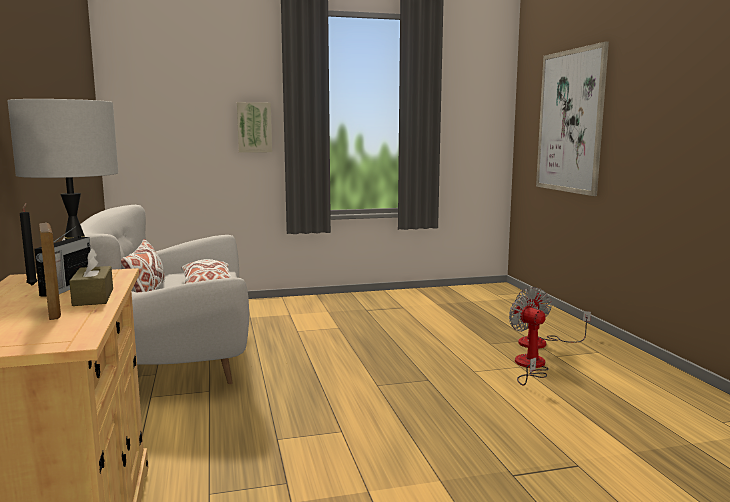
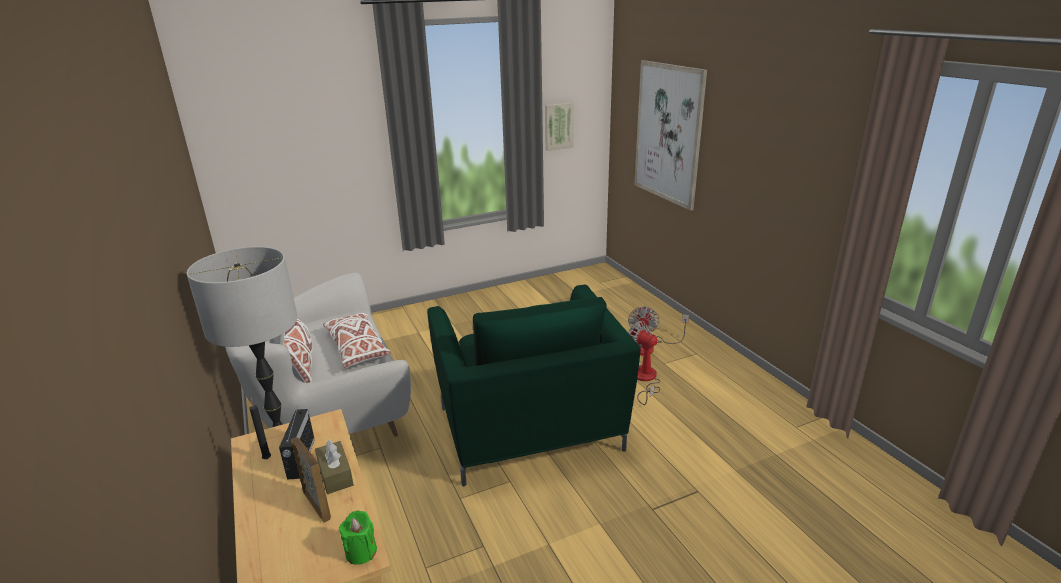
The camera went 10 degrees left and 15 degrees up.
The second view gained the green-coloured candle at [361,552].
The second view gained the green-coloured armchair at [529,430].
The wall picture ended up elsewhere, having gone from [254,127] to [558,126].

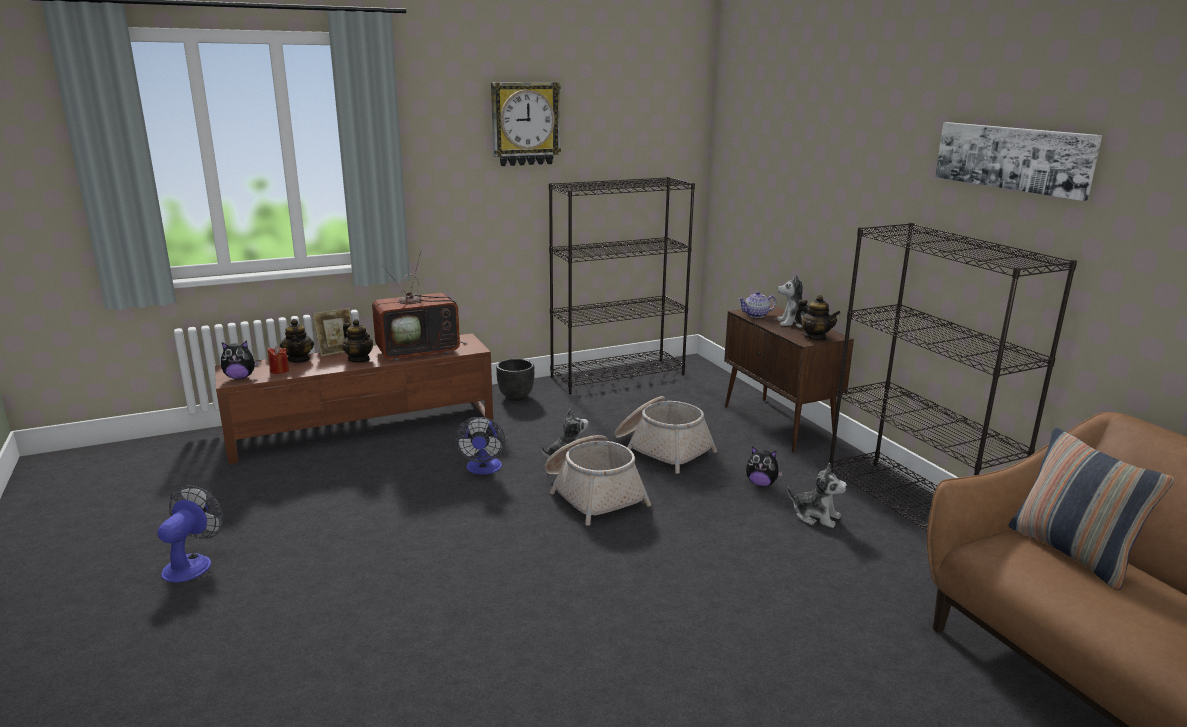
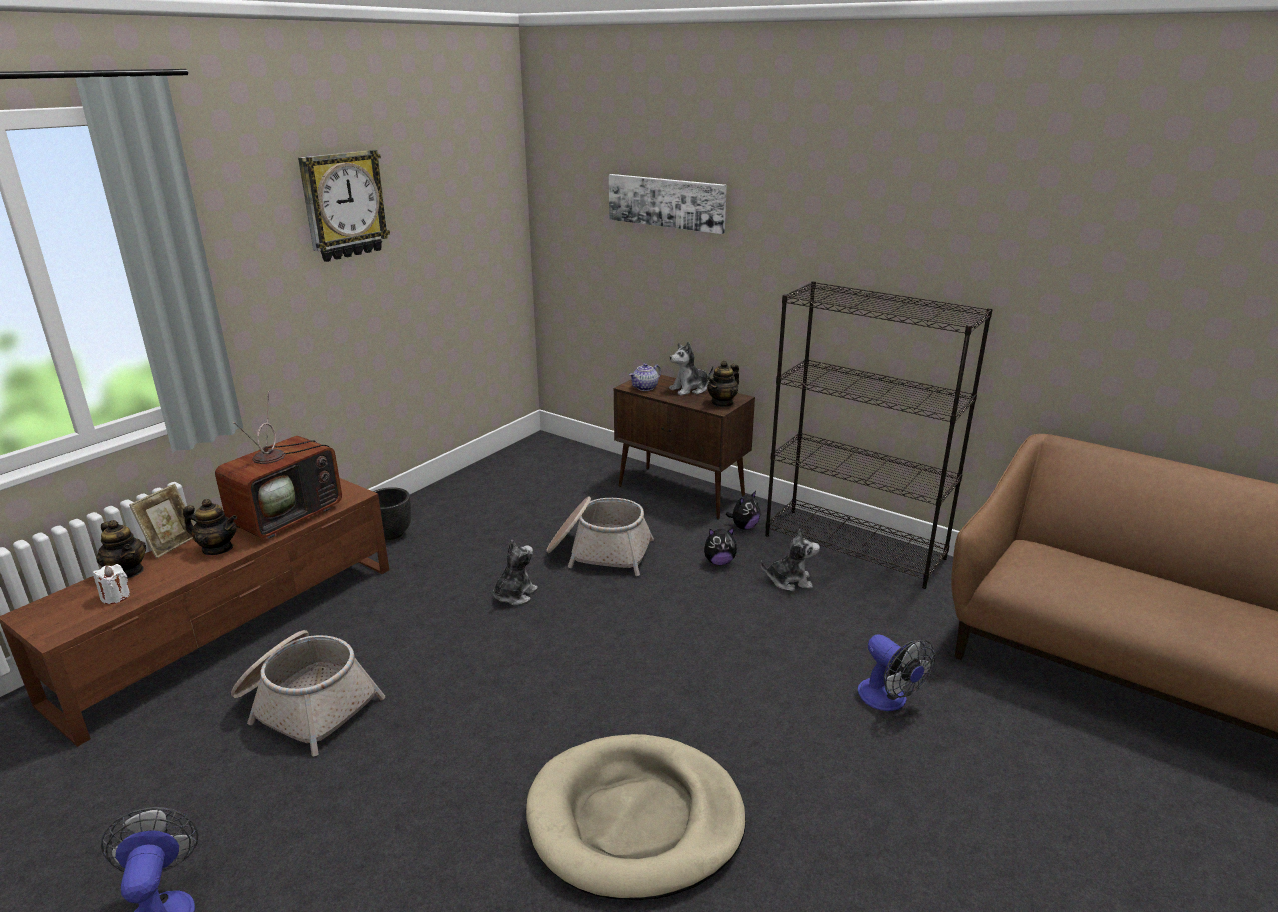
The camera went 30 degrees left and 5 degrees up.
What was the red-coloured candle at [279,371] turned into the white-coloured candle at [116,597].
The storage basket ended up elsewhere, having gone from [592,493] to [306,705].
The second view gained the sand-coloured dog bed at [635,820].
The wall picture ended up elsewhere, having gone from [1013,158] to [666,202].
The pot for tea at [815,337] ended up facing another way, 120 degrees clockwise from before.
The soft toy ended up elsewhere, having gone from [240,377] to [744,527].
The cooling fan ended up elsewhere, having gone from [483,469] to [888,700].
The second view lost the blackish bookshelf at [618,375].
The second view lost the cushion at [1072,553].

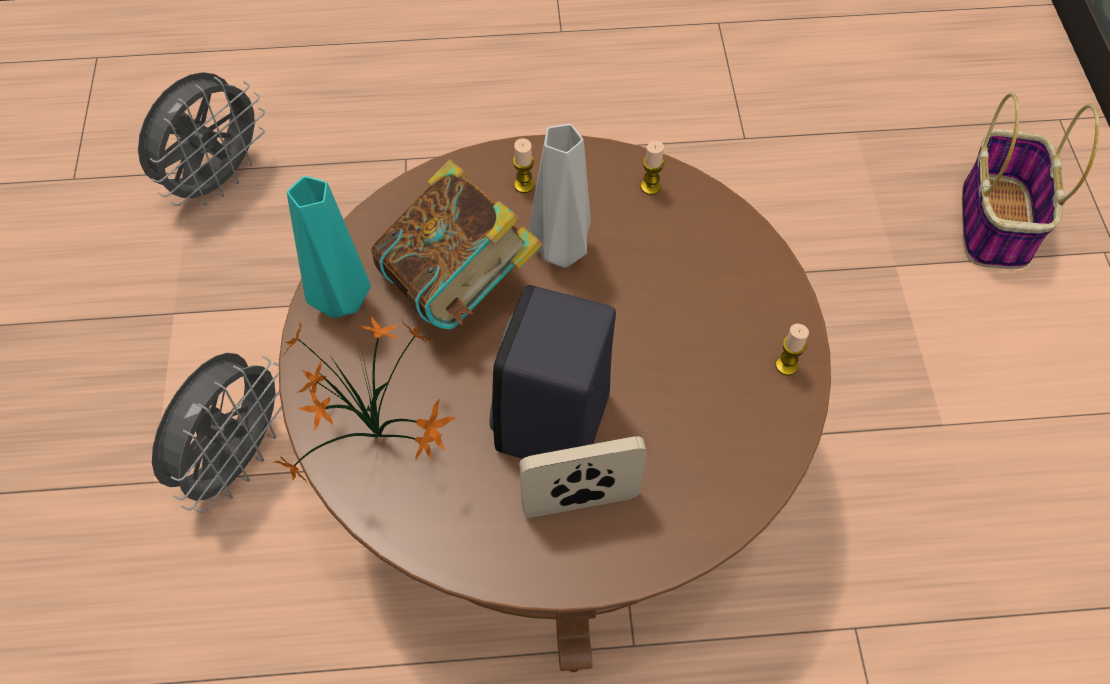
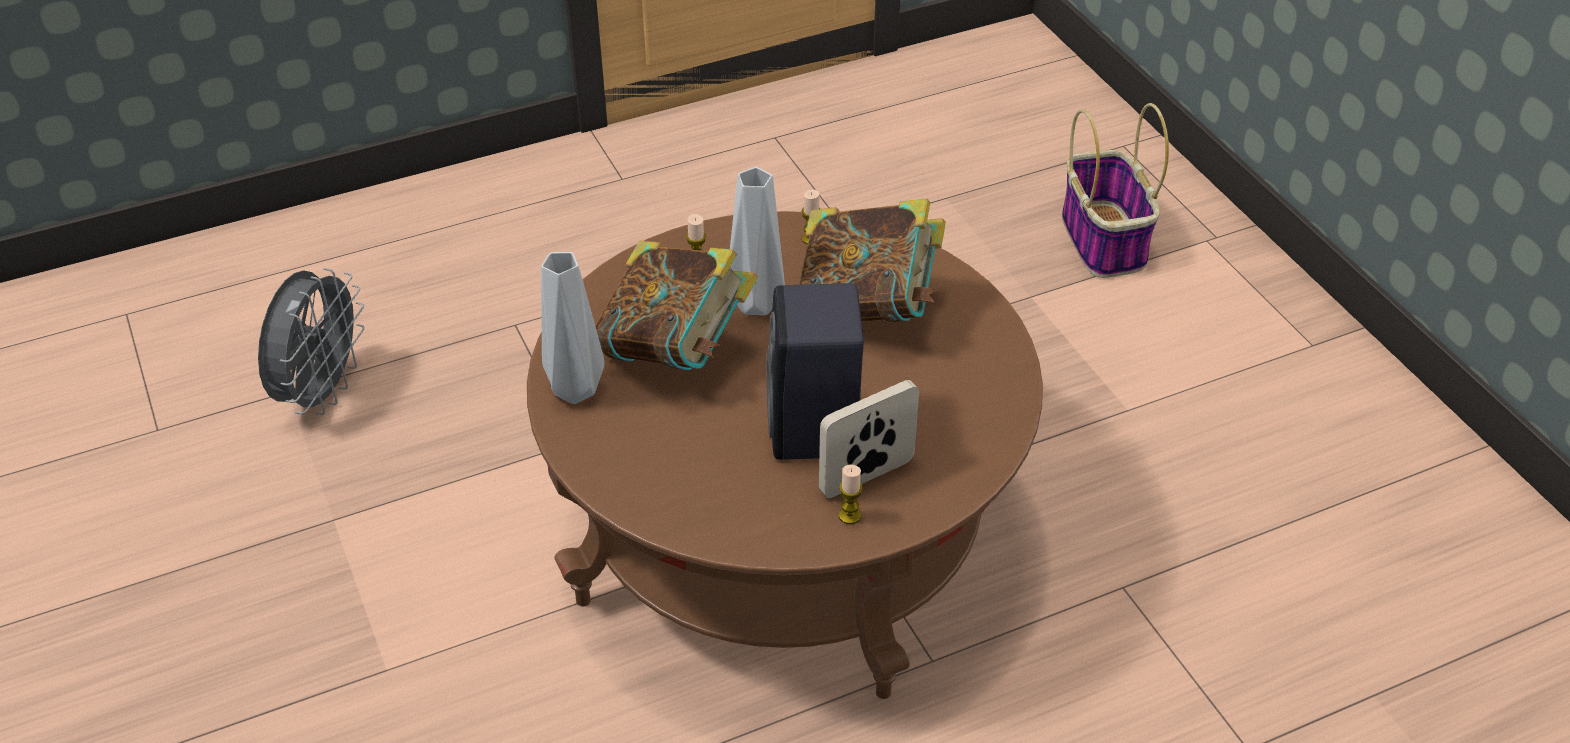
The camera went 20 degrees left and 15 degrees down.
What was the turquoise-coloured decorative vase at [342,299] turned into the grey decorative vase at [575,388].
The second view gained the bound book at [868,308].
The candle ended up elsewhere, having gone from [786,365] to [849,515].
The second view lost the grey cooling fan at [237,461].
The second view lost the potted plant at [382,441].

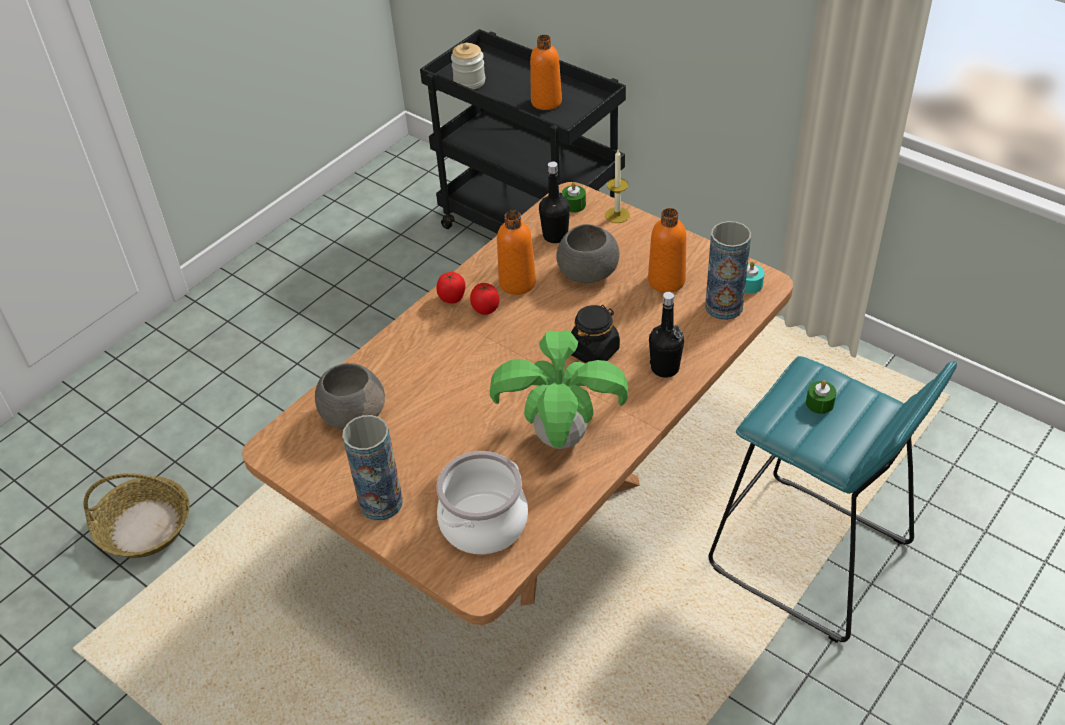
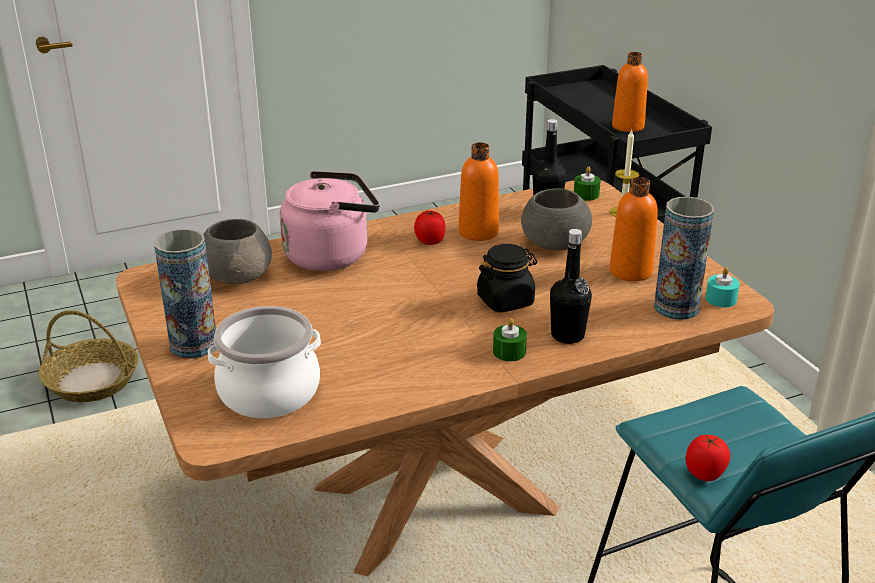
The camera went 25 degrees right and 15 degrees down.
The second view gained the pink-coloured tea kettle at [331,255].
The green-coloured candle ended up elsewhere, having gone from [819,403] to [509,352].
The tomato ended up elsewhere, having gone from [452,298] to [705,474].
The second view lost the preserve jar at [469,82].
The second view lost the potted plant at [561,438].

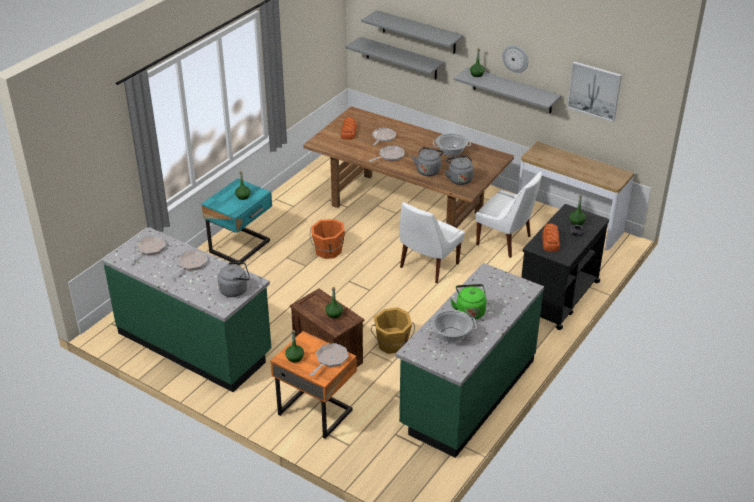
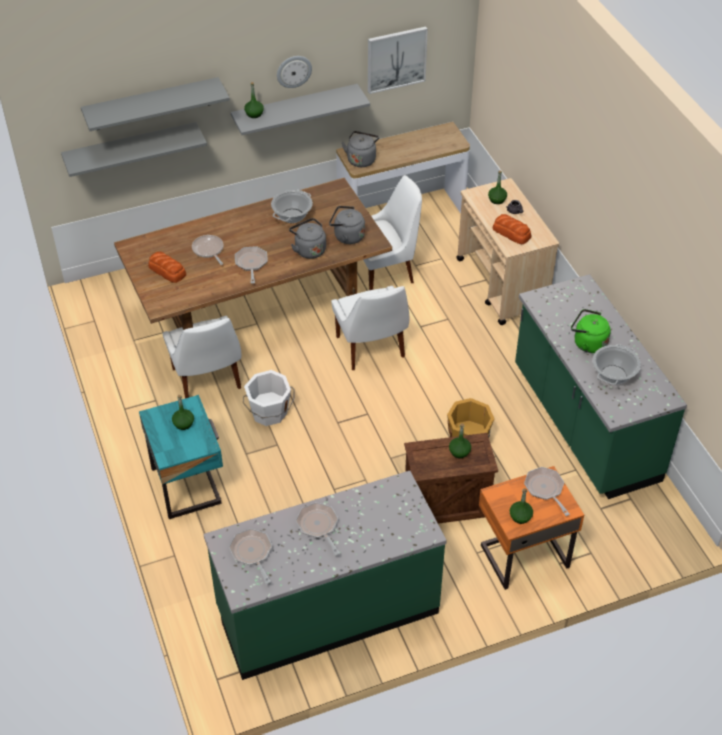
The camera went 55 degrees left and 10 degrees up.
The second view gained the white-coloured plain chair at [207,380].
What was the orangey bucket at [328,251] turned into the white-coloured bucket at [269,413].
The grey tea kettle ended up elsewhere, having gone from [235,289] to [361,159].
What was the blackish wheeled cart at [558,297] turned into the sand-coloured wheeled cart at [502,285].

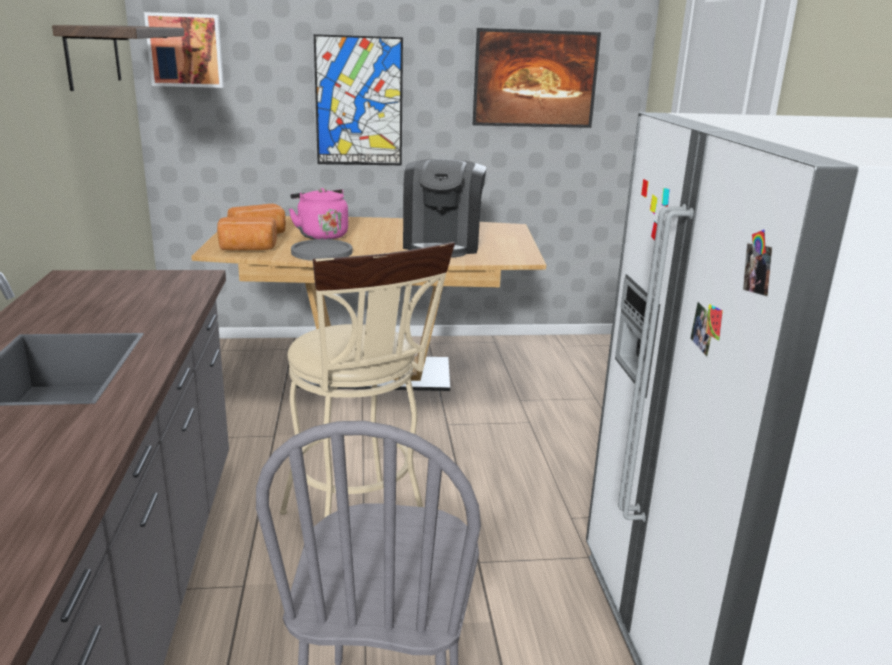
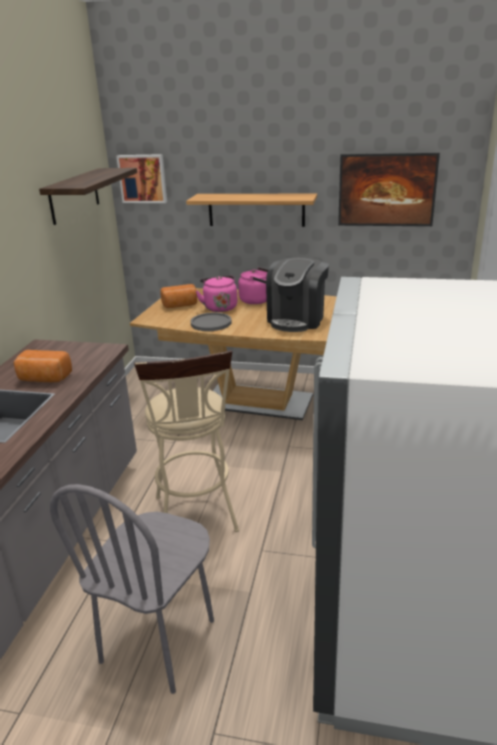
The camera went 20 degrees right and 5 degrees up.
The bread ended up elsewhere, having gone from [247,249] to [44,379].
Where the wall picture hung at [359,102], the bracket shelf came to hang at [256,210].
The second view gained the pink-coloured tea kettle at [258,300].

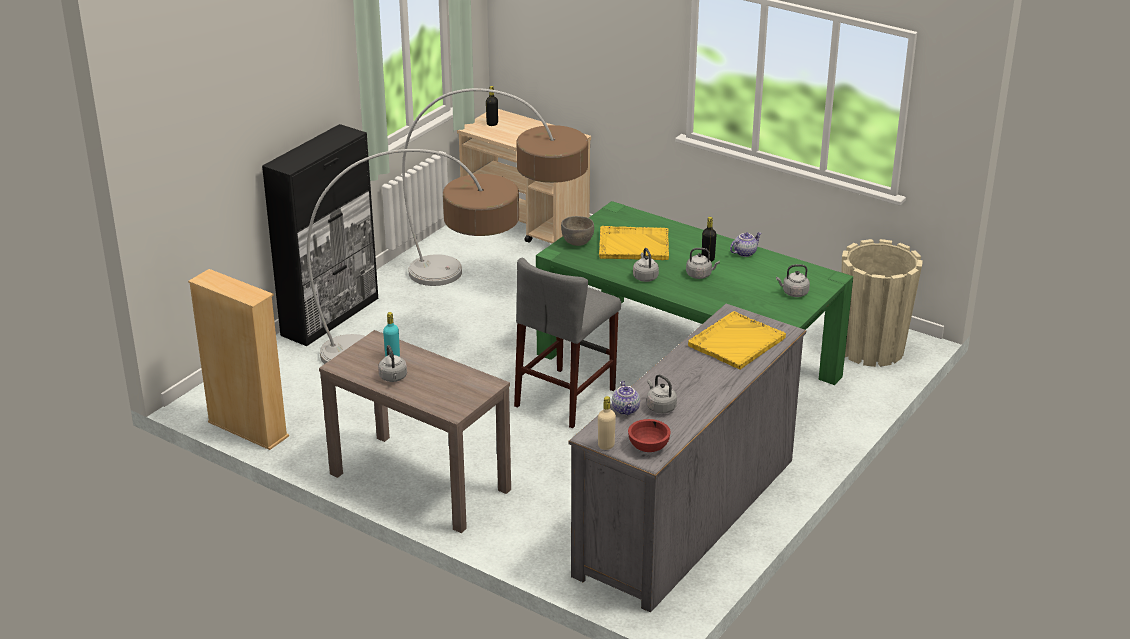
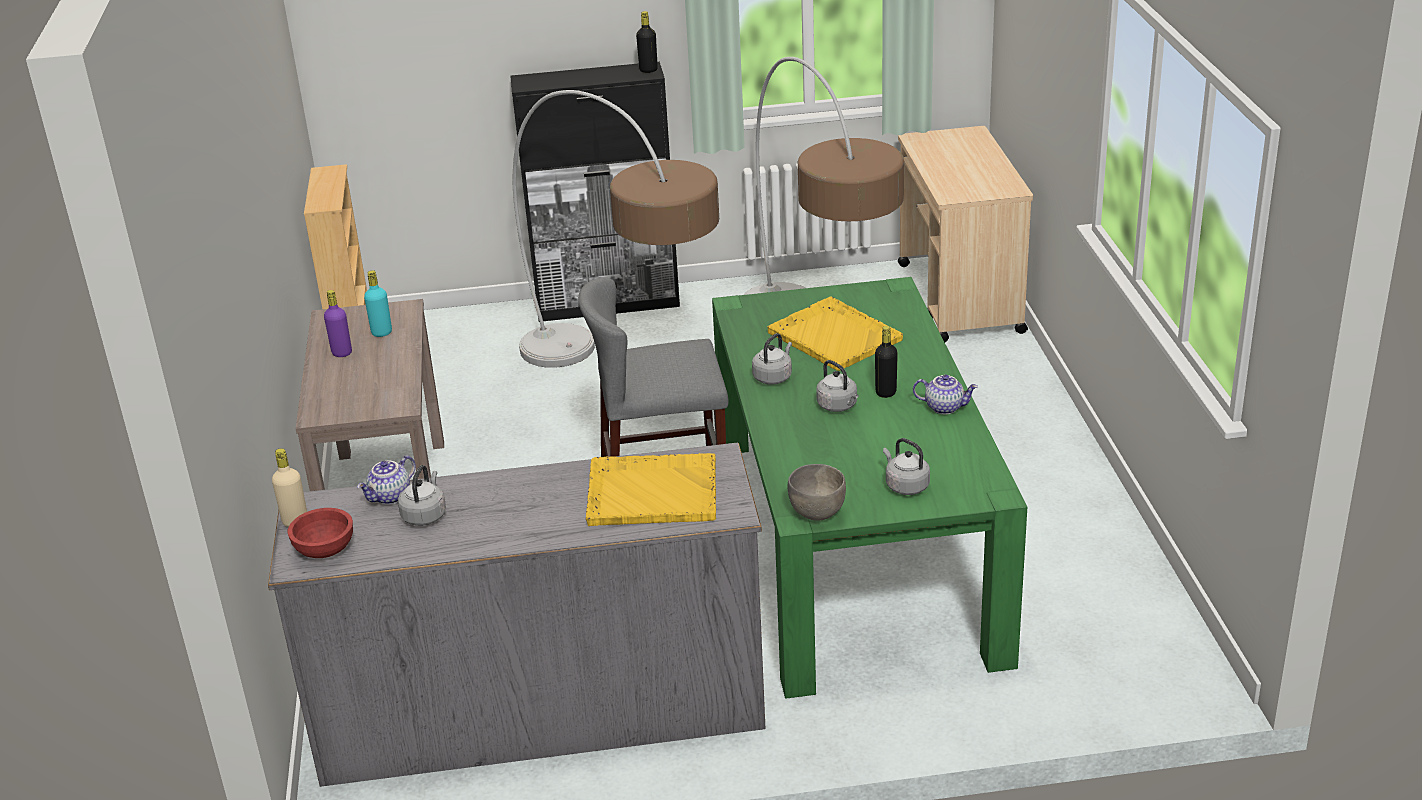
The camera went 50 degrees right and 0 degrees up.
Where the grey tea kettle stood at [393,378], the purplish beverage bottle came to stand at [342,353].
The blackish beverage bottle ended up elsewhere, having gone from [492,124] to [648,70].
The grey deep dish ended up elsewhere, having gone from [577,243] to [817,513].
The second view lost the sand-coloured planter at [871,349].

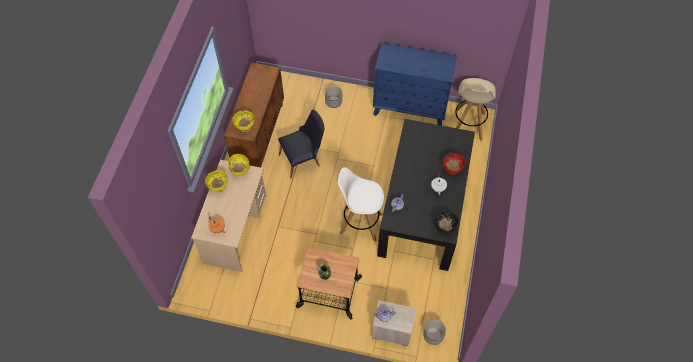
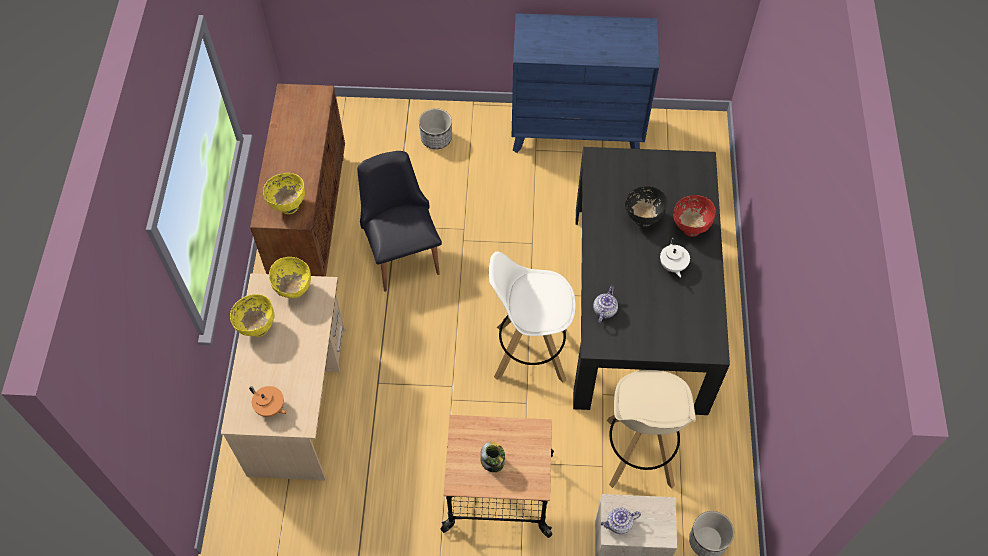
The camera went 10 degrees left and 0 degrees up.
The blackish plain chair at [303,159] ended up facing another way, 75 degrees counterclockwise from before.
The sand-coloured stool ended up elsewhere, having gone from [468,124] to [639,453].
The blackish deep dish ended up elsewhere, having gone from [444,228] to [643,218].

